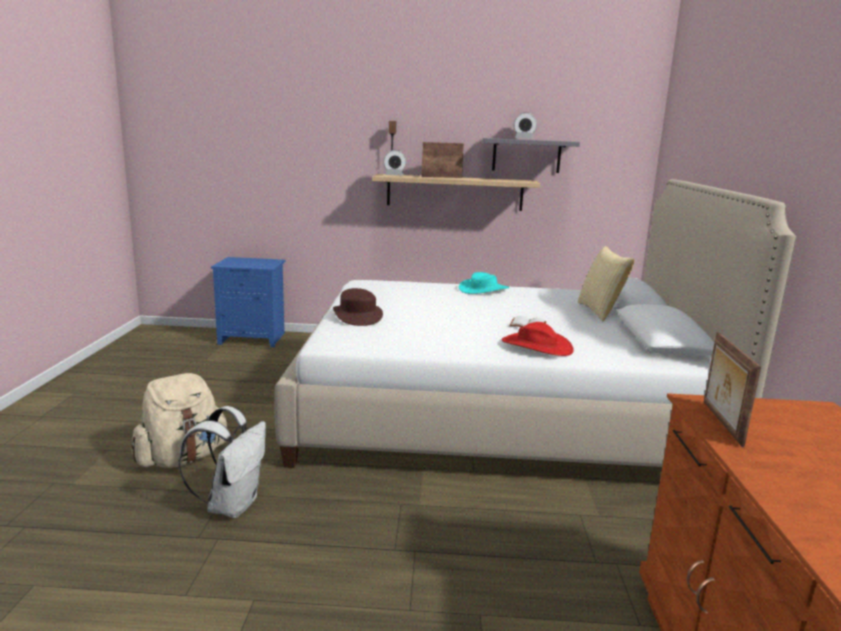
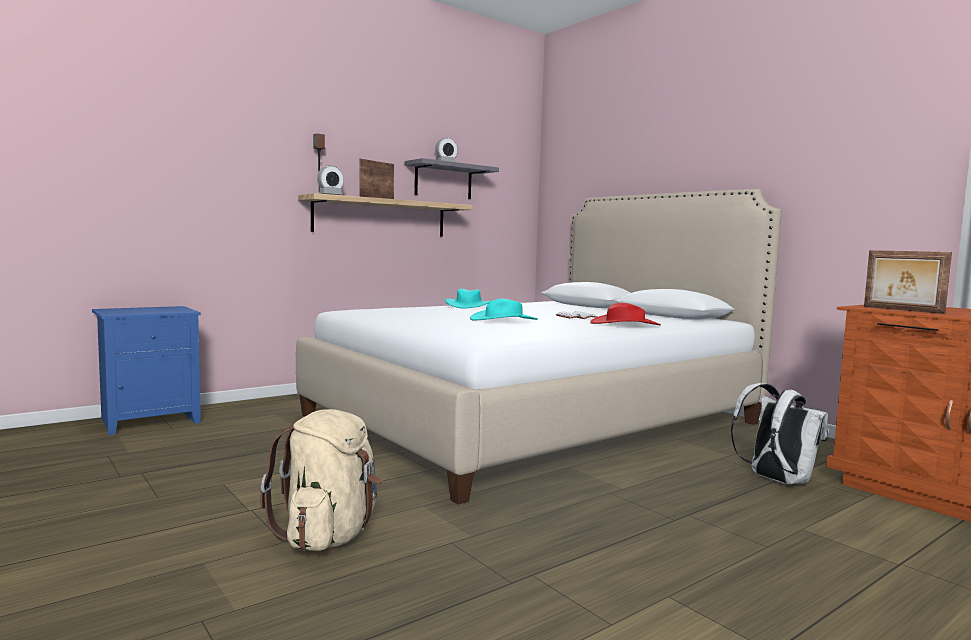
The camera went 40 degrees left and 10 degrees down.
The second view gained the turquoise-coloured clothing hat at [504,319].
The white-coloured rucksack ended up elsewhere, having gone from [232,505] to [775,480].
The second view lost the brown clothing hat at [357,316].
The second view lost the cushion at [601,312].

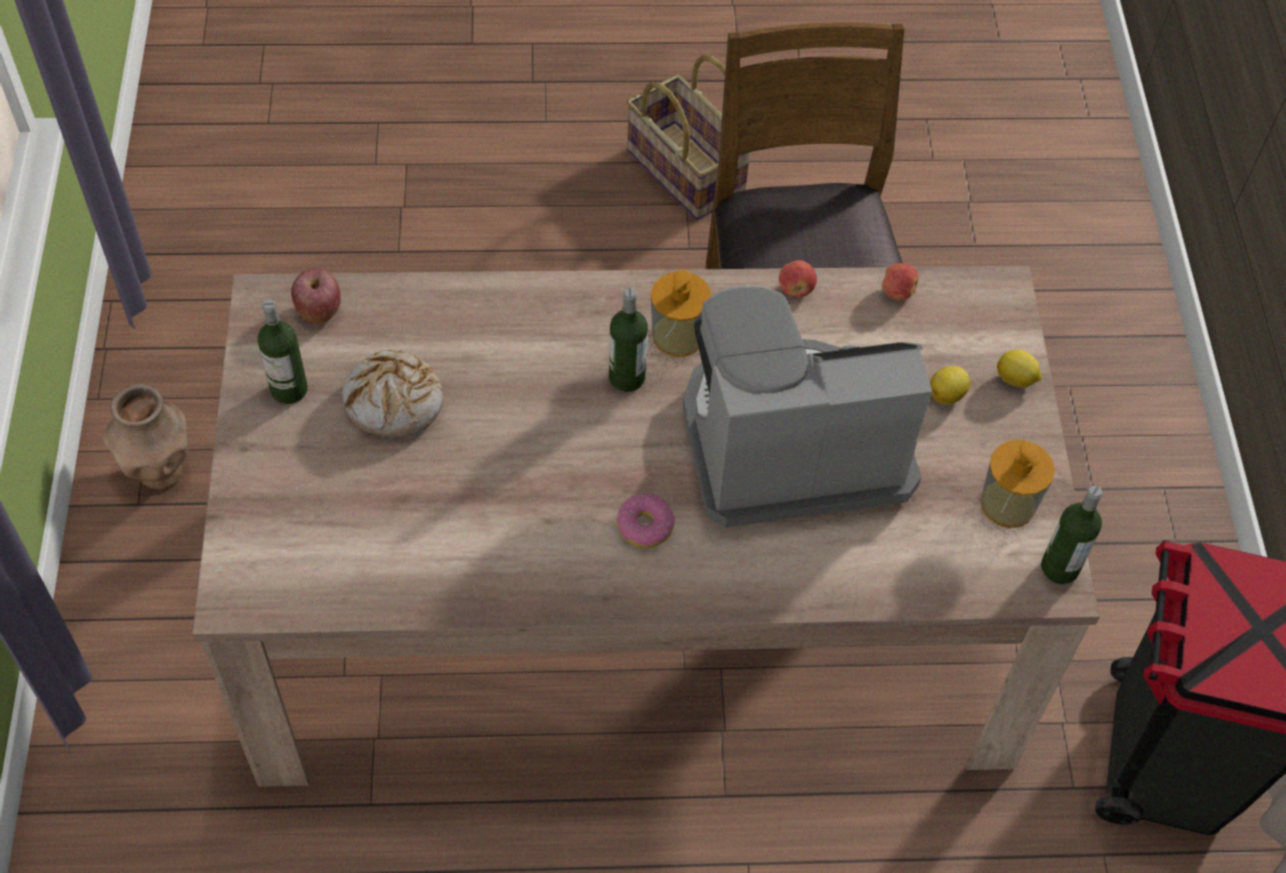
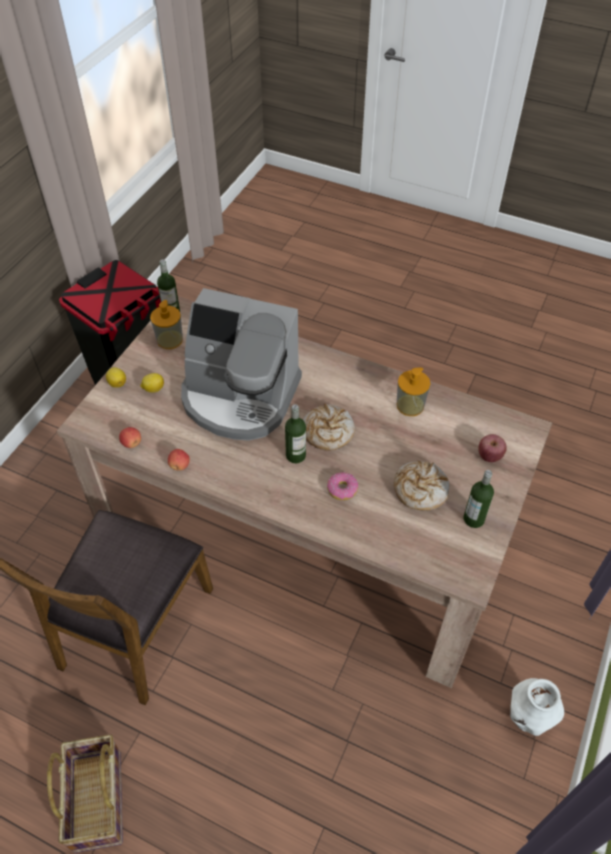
The camera went 150 degrees left and 5 degrees down.
The second view gained the bread at [327,432].
The donut ended up elsewhere, having gone from [644,526] to [342,490].
The soap dispenser ended up elsewhere, having gone from [678,336] to [410,405].
The apple ended up elsewhere, having gone from [319,310] to [489,456].
What was the brown decorative vase at [160,471] turned into the white-coloured decorative vase at [526,719].

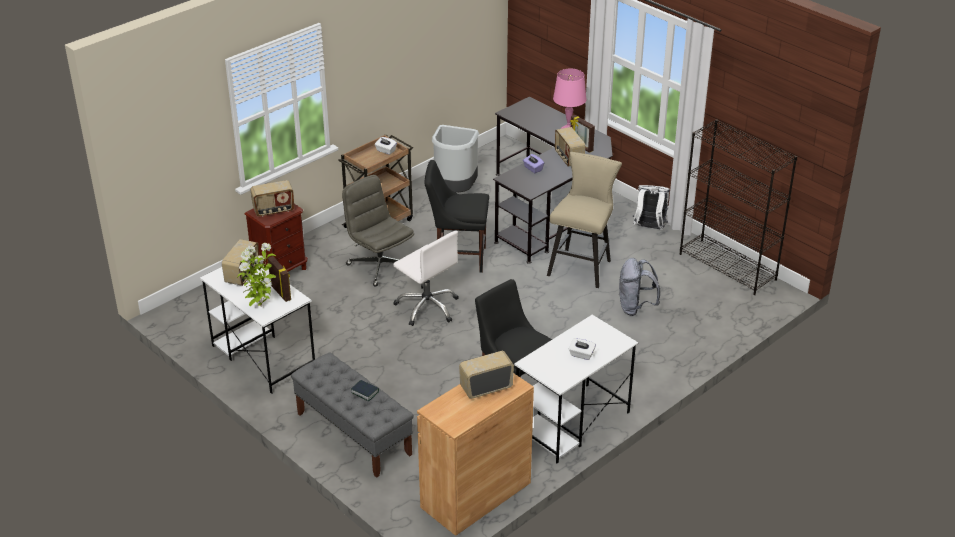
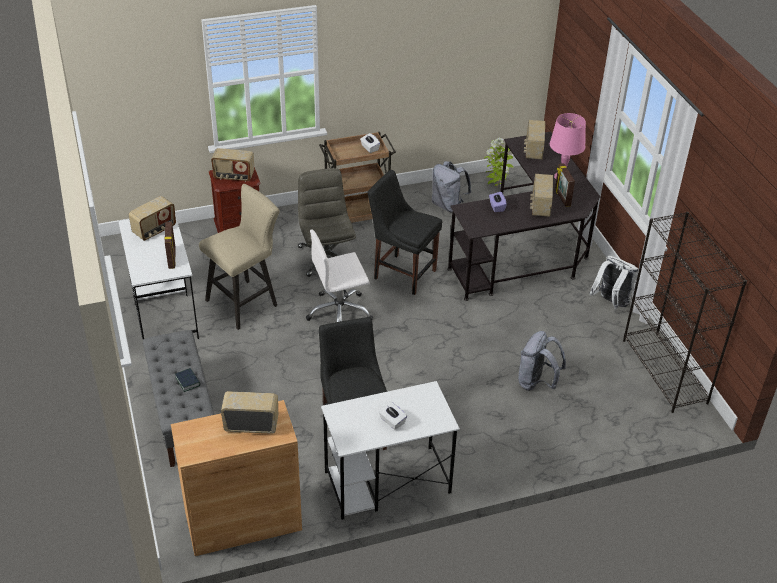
The camera went 25 degrees right and 5 degrees up.
The sand-coloured stool ended up elsewhere, having gone from [582,266] to [246,302].
The white-coloured desk chair at [427,307] ended up facing another way, 90 degrees clockwise from before.
Where the grey waste bin stood at [455,191], the grey rucksack came to stand at [448,205].
The potted plant ended up elsewhere, having gone from [260,306] to [496,187].
The second view gained the radio receiver at [533,151].

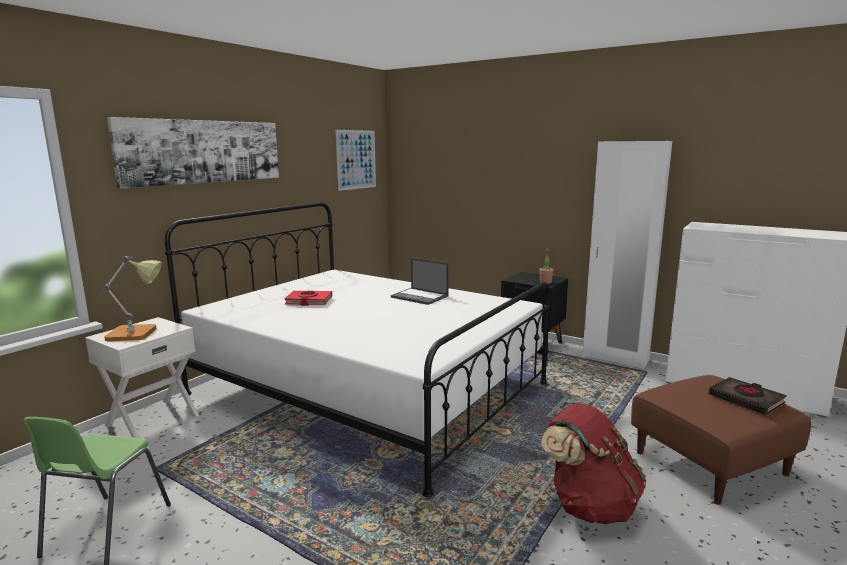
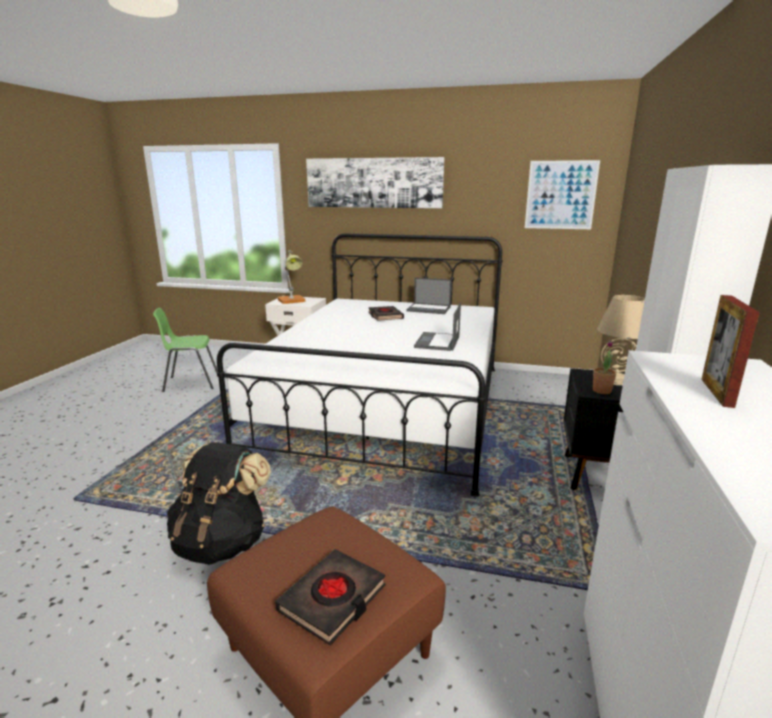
The camera went 70 degrees right and 5 degrees up.
What was the red-coloured rucksack at [589,506] turned into the blackish rucksack at [222,543].
What was the red-coloured bound book at [309,301] turned into the blackish bound book at [385,316].
The second view gained the laptop at [429,309].
The second view gained the sand-coloured lamp for a table at [615,379].
The second view gained the standing frame at [717,392].

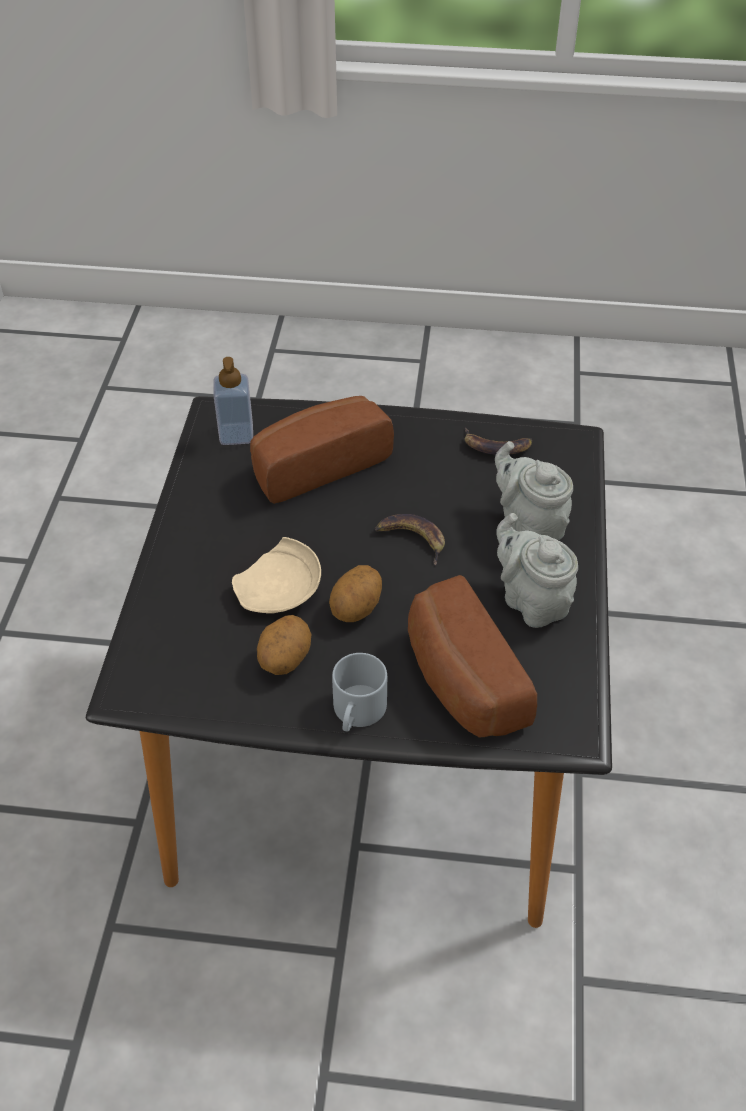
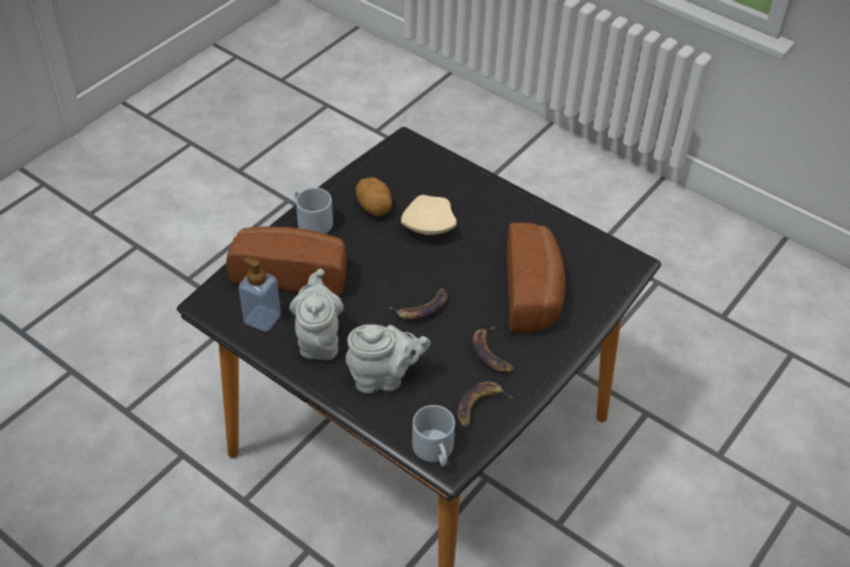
The camera went 120 degrees right and 0 degrees up.
The soap dispenser ended up elsewhere, having gone from [236,434] to [262,319].
The grey pot for tea at [531,601] ended up facing another way, 90 degrees counterclockwise from before.
The second view gained the grey mug at [436,451].
The second view gained the banana at [492,353].
The second view lost the whole potato at [357,609].

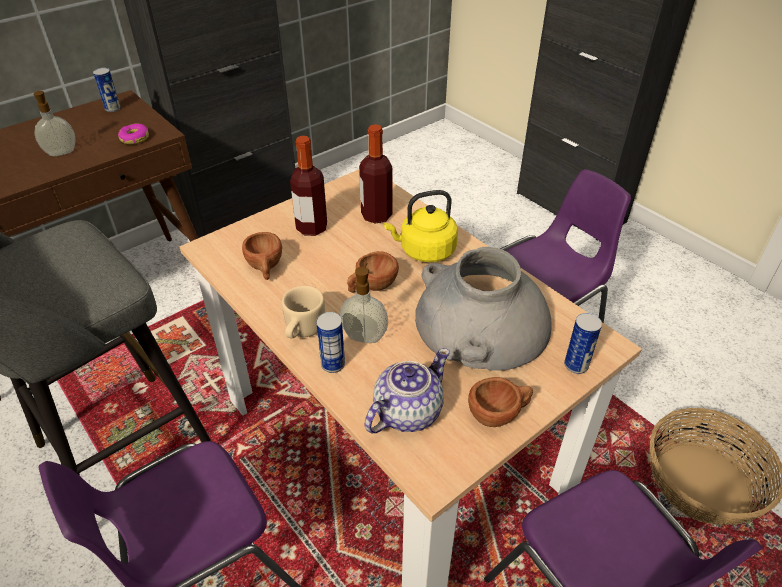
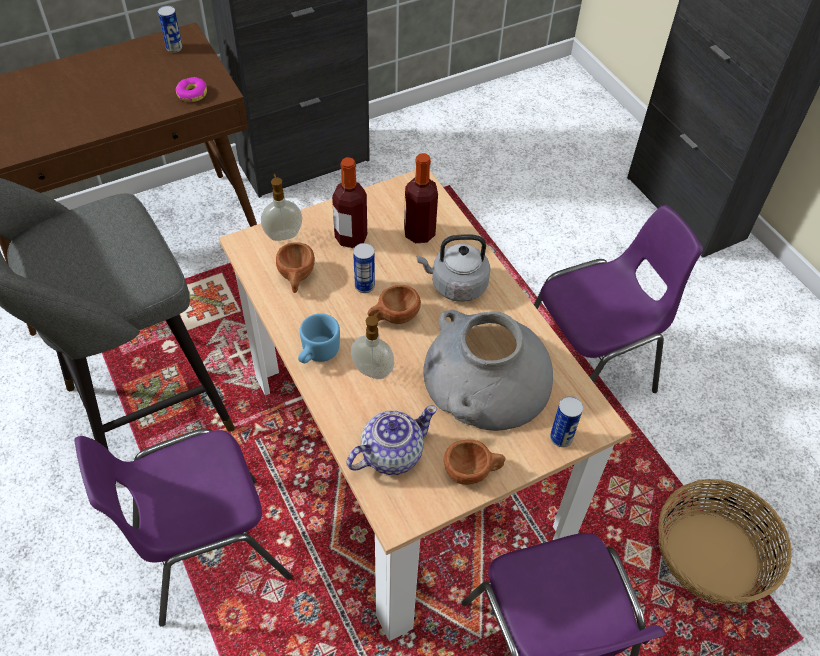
The camera went 10 degrees right and 10 degrees up.
The soap dispenser ended up elsewhere, having gone from [61,152] to [283,234].
What was the sand-coloured mug at [302,331] turned into the blue-coloured mug at [317,354].
The metal can ended up elsewhere, having gone from [333,364] to [364,286].
What was the yellowish tea kettle at [424,251] turned into the grey tea kettle at [456,285].

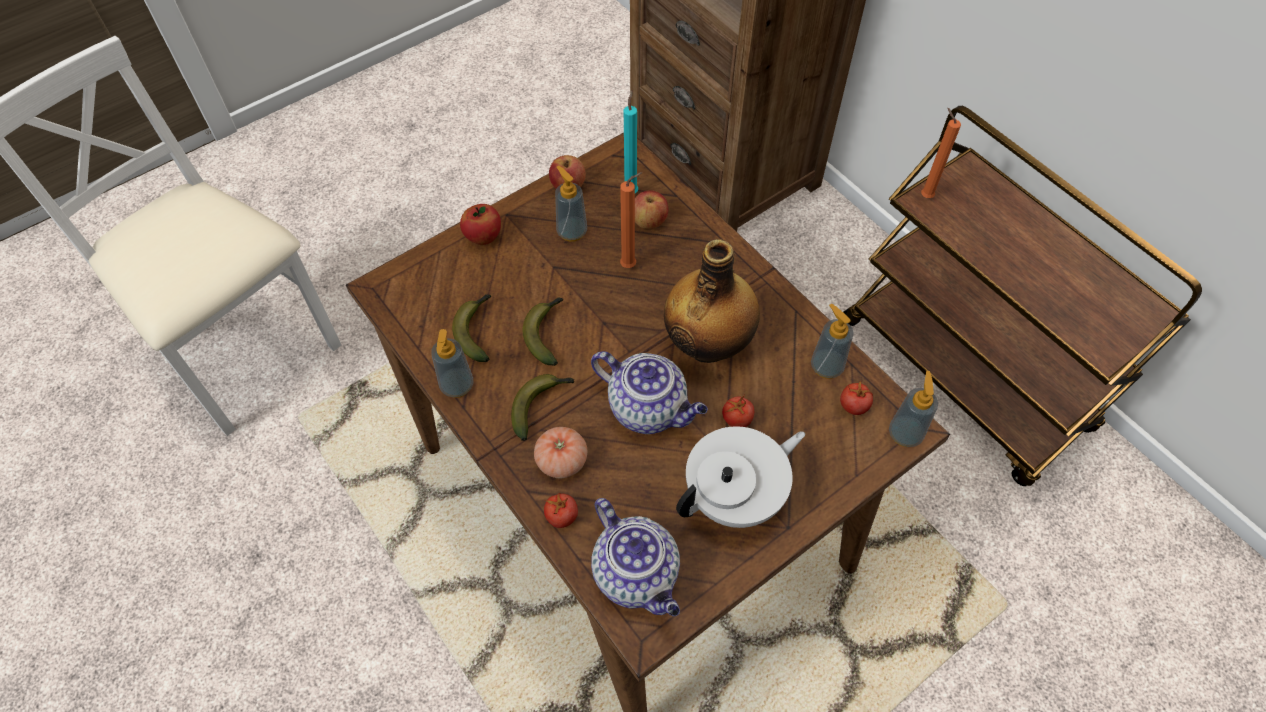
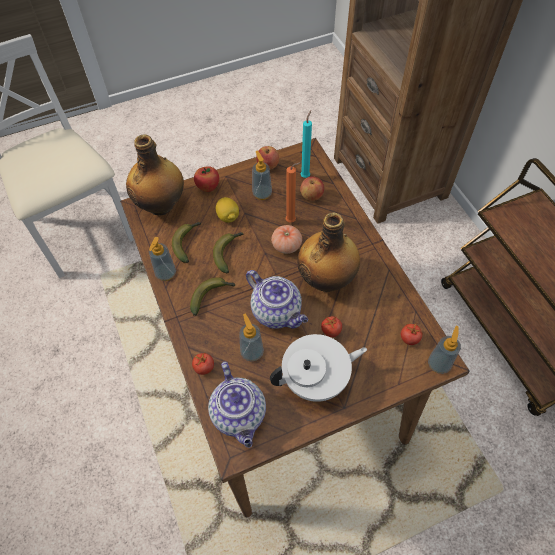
The camera went 15 degrees right and 0 degrees up.
The second view gained the beverage bottle at [161,205].
The second view gained the lemon at [228,217].
The soap dispenser ended up elsewhere, having gone from [826,366] to [252,352].
The tomato ended up elsewhere, having gone from [561,460] to [286,245].
The second view lost the orangey candle at [924,195].

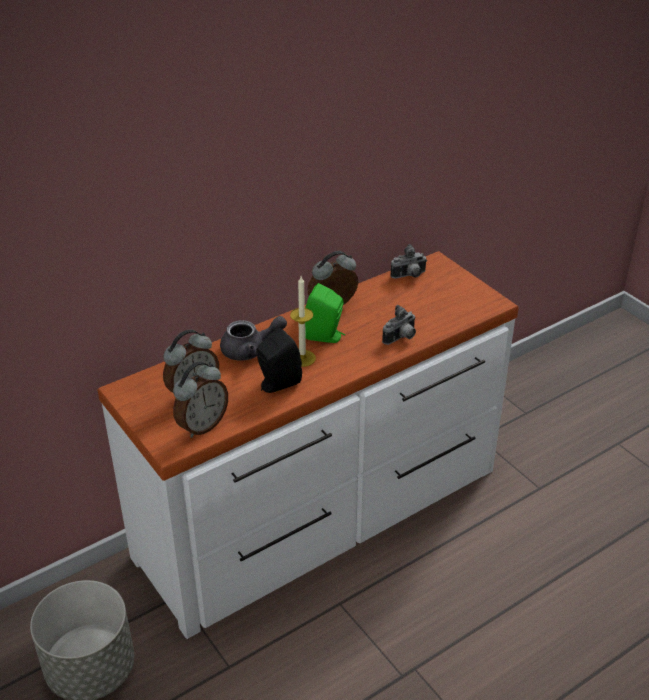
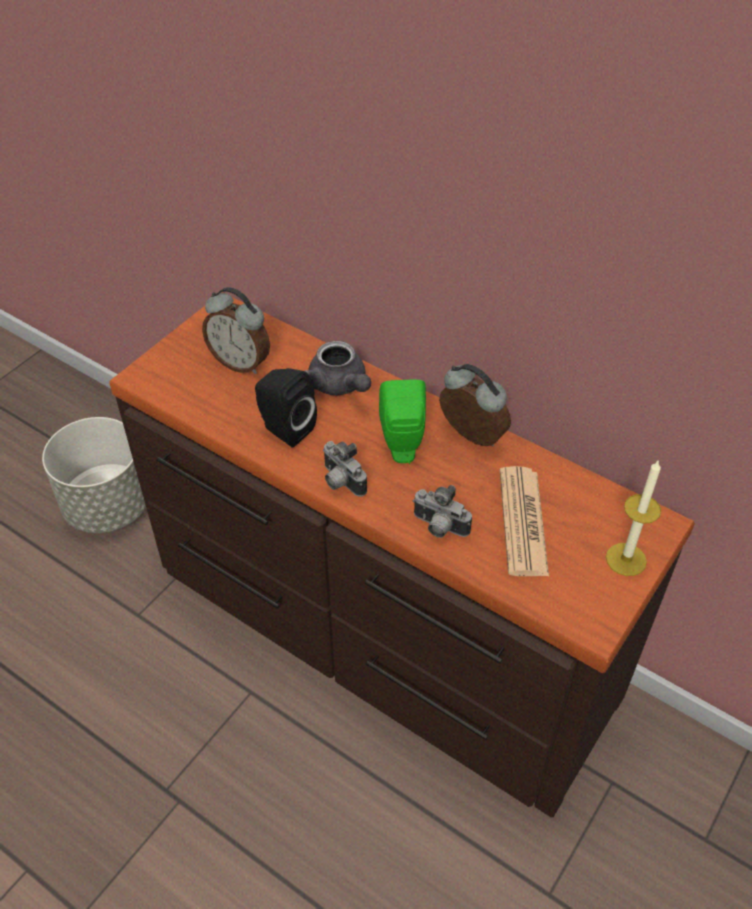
The camera went 70 degrees right and 10 degrees up.
What was the white-coloured dresser at [322,515] turned into the brown dresser at [378,632].
The photo camera ended up elsewhere, having gone from [409,276] to [340,482].
The second view gained the daily paper at [523,522].
The candle ended up elsewhere, having gone from [302,358] to [626,559].
The second view lost the table clock at [202,425].

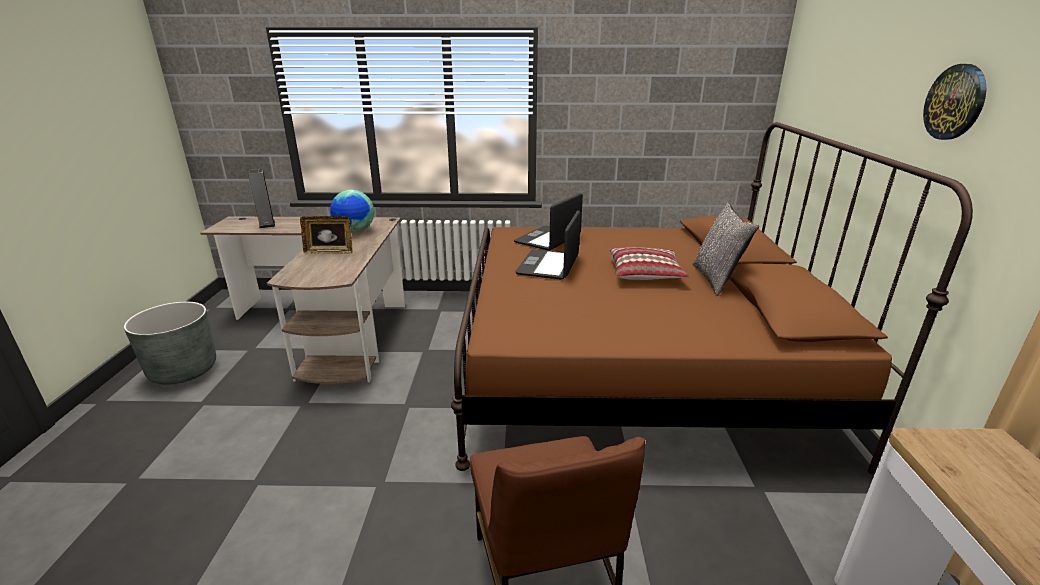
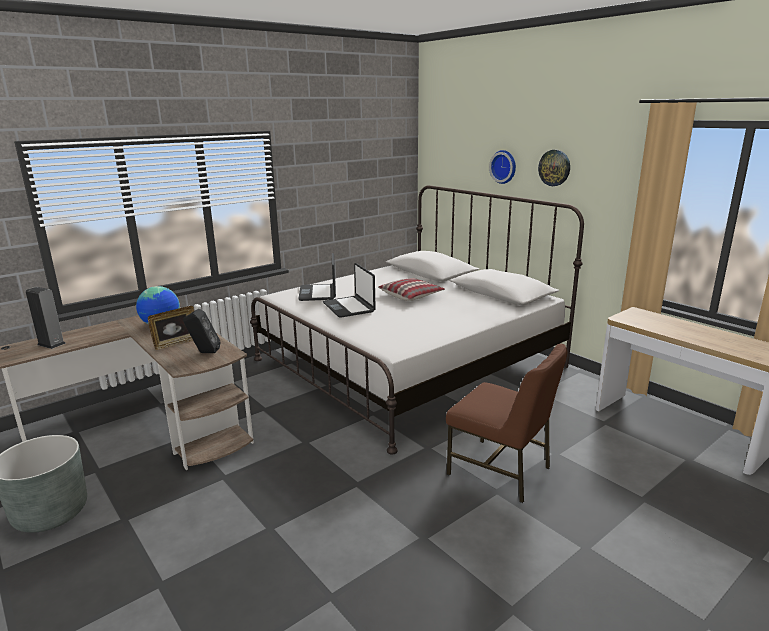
The camera went 40 degrees left and 5 degrees down.
The second view gained the blackish speaker at [204,353].
What was the brown sleeping bed at [632,362] turned into the white-coloured sleeping bed at [409,363].
The second view gained the wall clock at [504,166].
The second view lost the grey cushion at [716,279].

